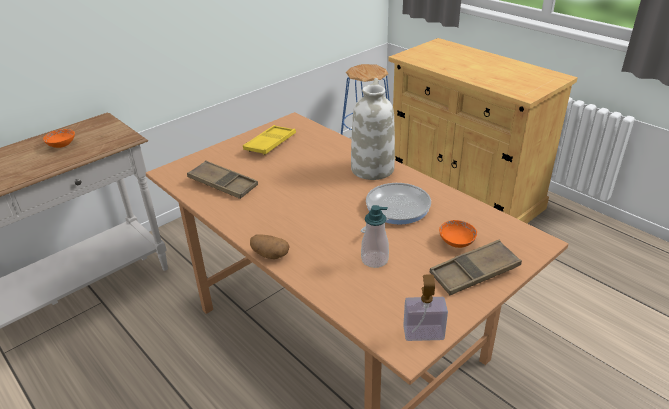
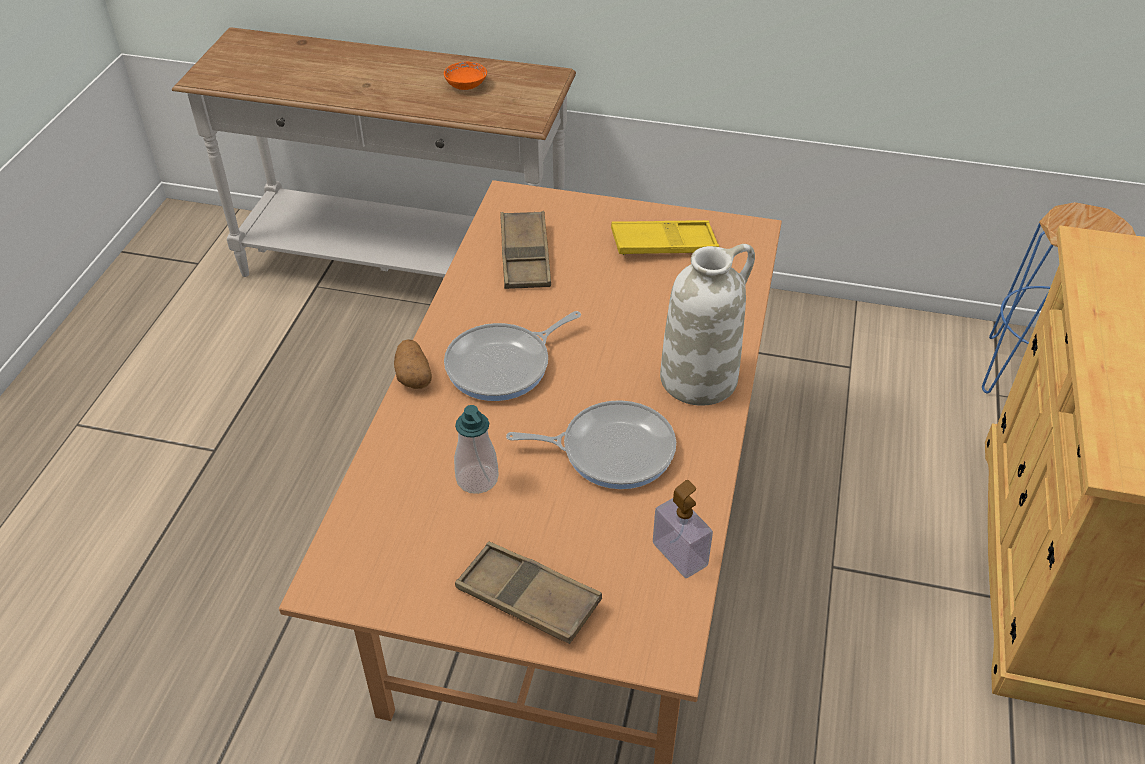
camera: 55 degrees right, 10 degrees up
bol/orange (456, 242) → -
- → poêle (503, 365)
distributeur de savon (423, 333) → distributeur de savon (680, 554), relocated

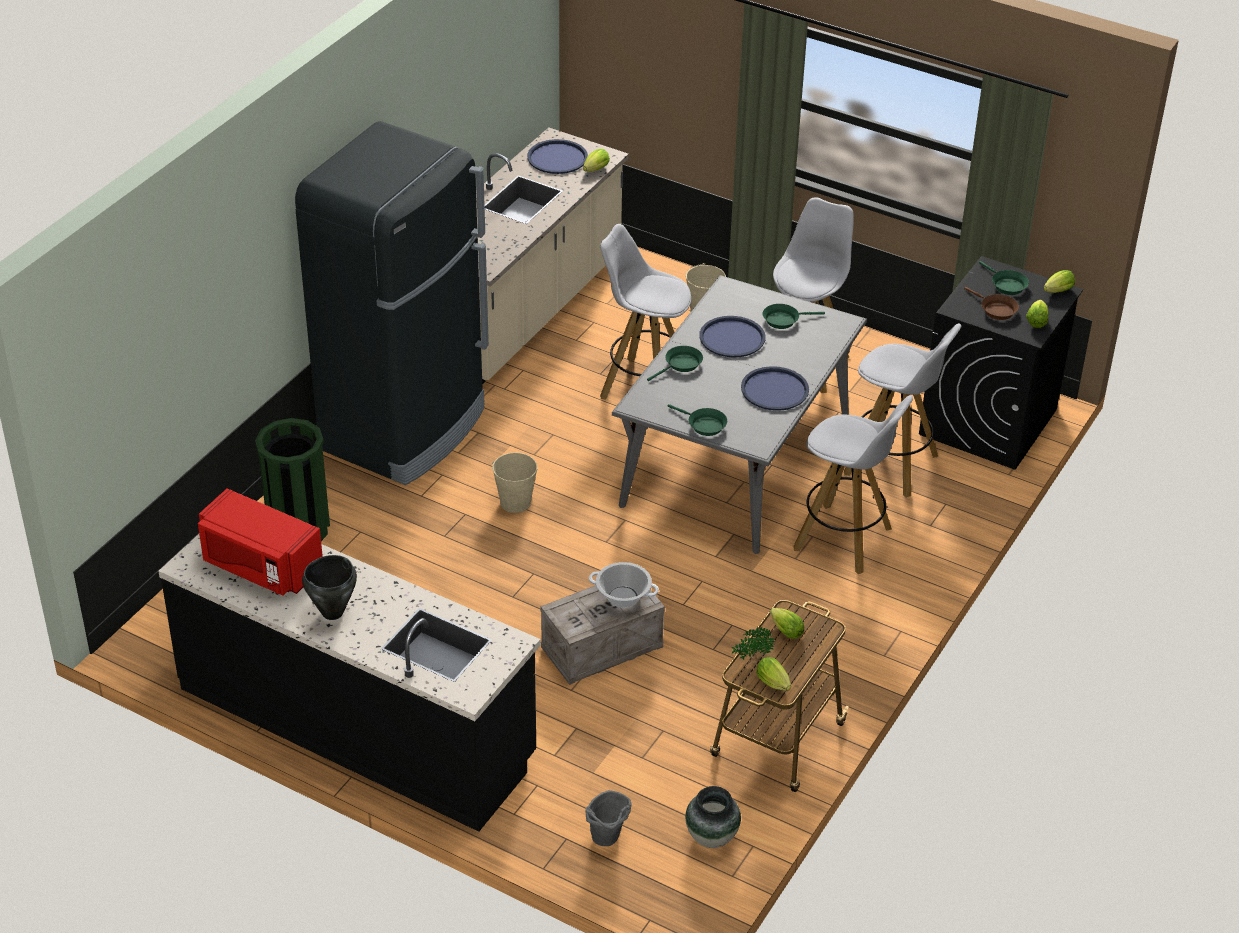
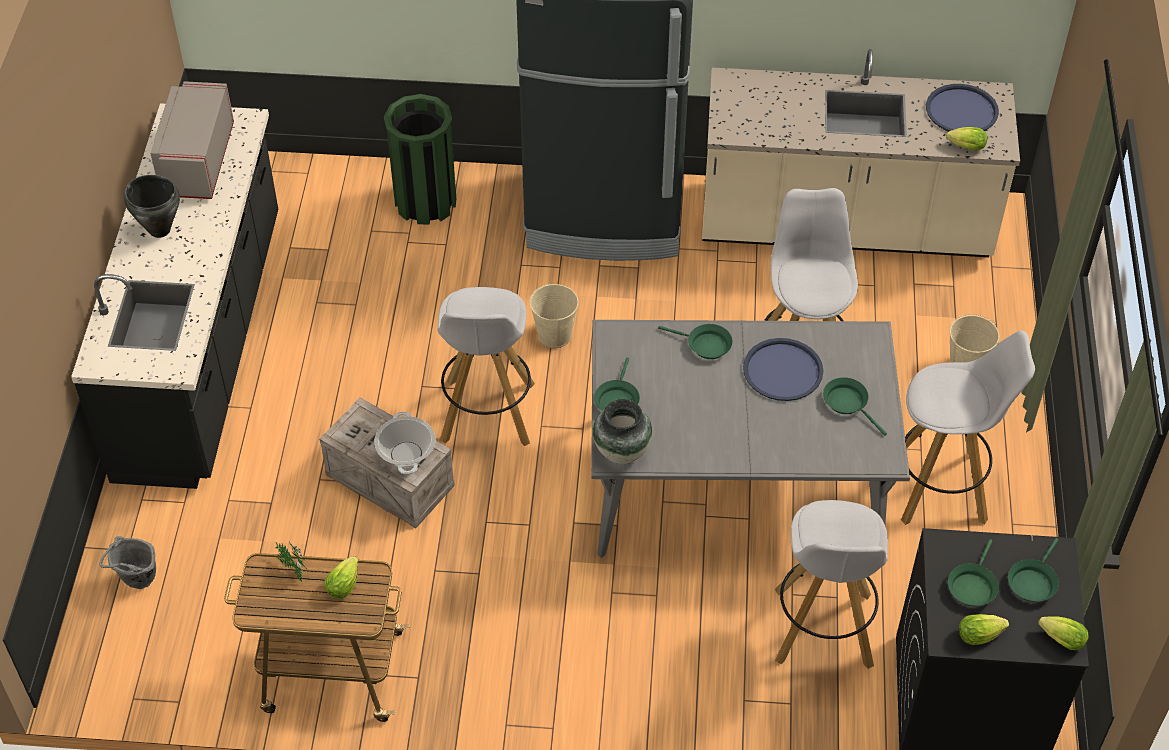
camera: 65 degrees right, 10 degrees up
plateau/bleu (775, 390) → -
laitue (774, 684) → -
vase (712, 837) → vase (622, 452), relocated
tabouret/blanc (844, 539) → tabouret/blanc (487, 414), relocated
micro-ondes/rouge (261, 566) → micro-ondes/gris (197, 161)
poêle/marron (995, 310) → poêle/vert (972, 586)

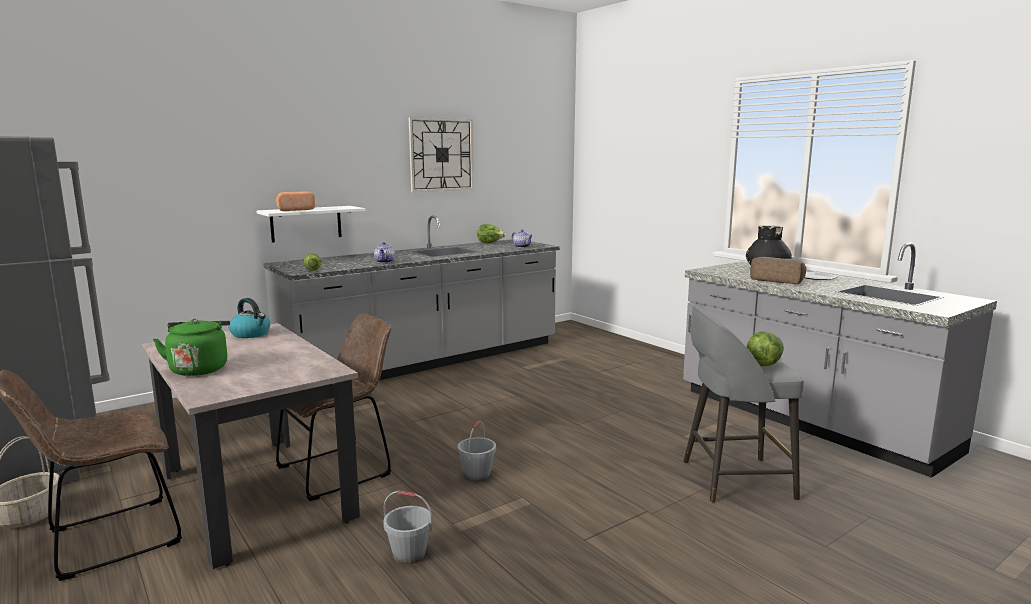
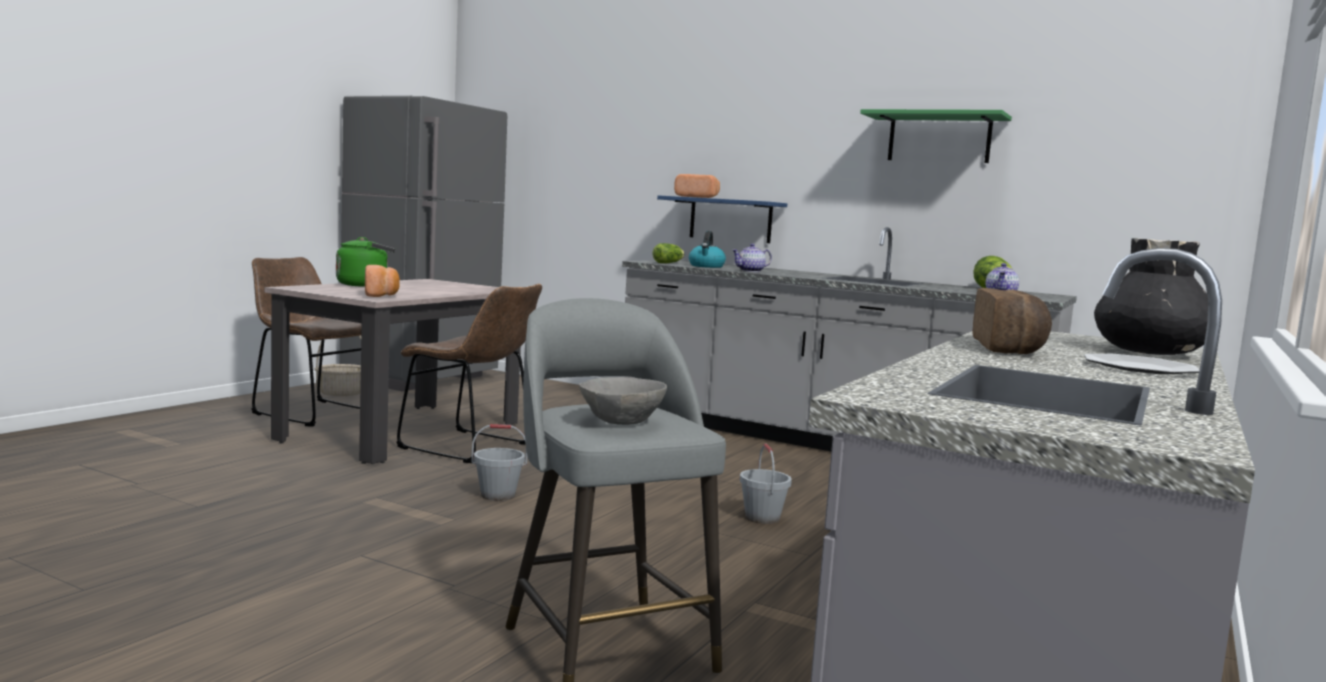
camera: 65 degrees right, 5 degrees down
- → pain (382, 295)
bouilloire (251, 334) → bouilloire (706, 266), relocated
seau/gris (409, 554) → seau/gris (761, 518), relocated
horloge murale (441, 155) → étagère/vert (939, 138)
laitue (764, 363) → bol/gris (620, 421)
étagère/blanc (306, 223) → étagère/bleu (730, 220)

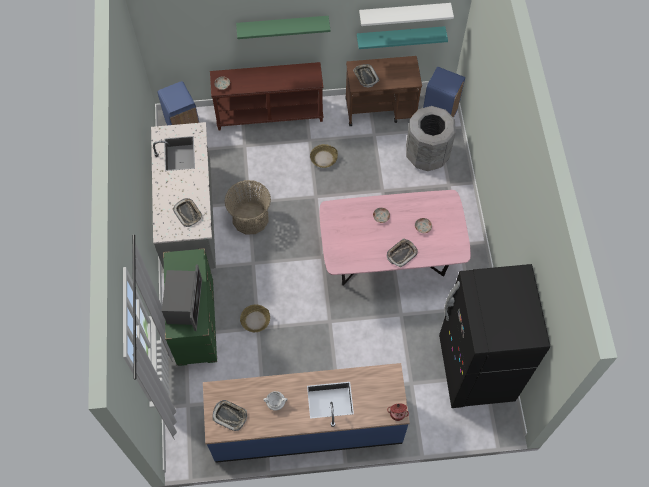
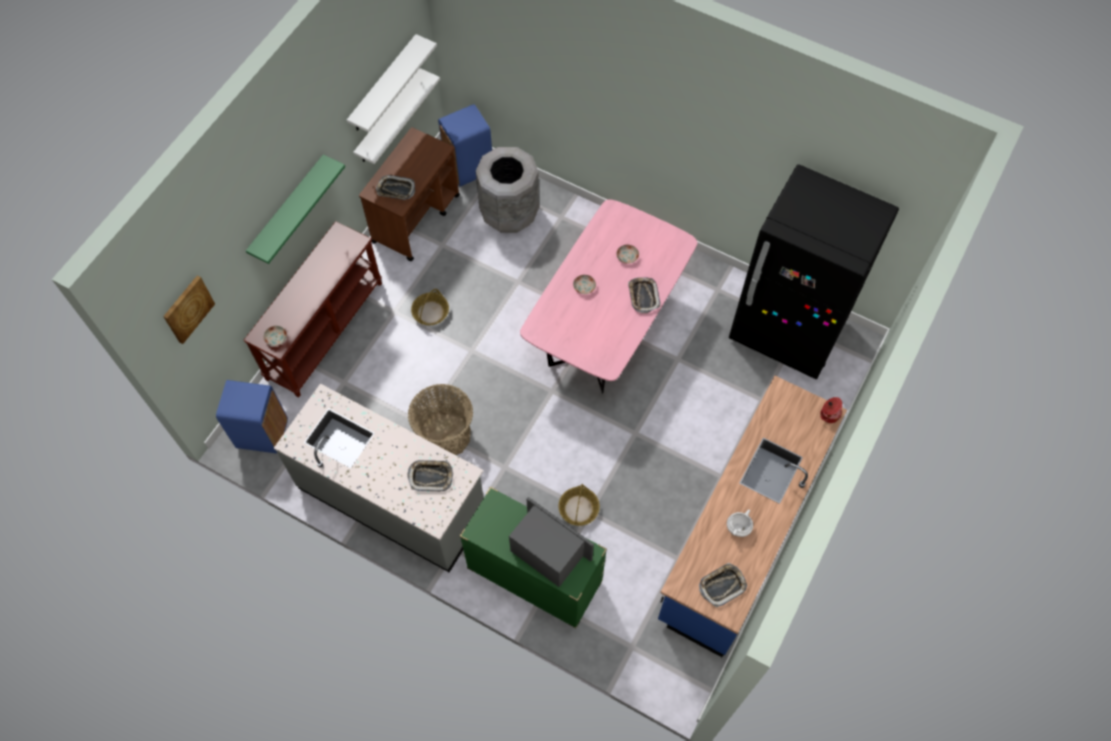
camera: 55 degrees left, 0 degrees up
- → tableau (188, 309)
étagère/turquoise (400, 36) → étagère/blanc (388, 117)

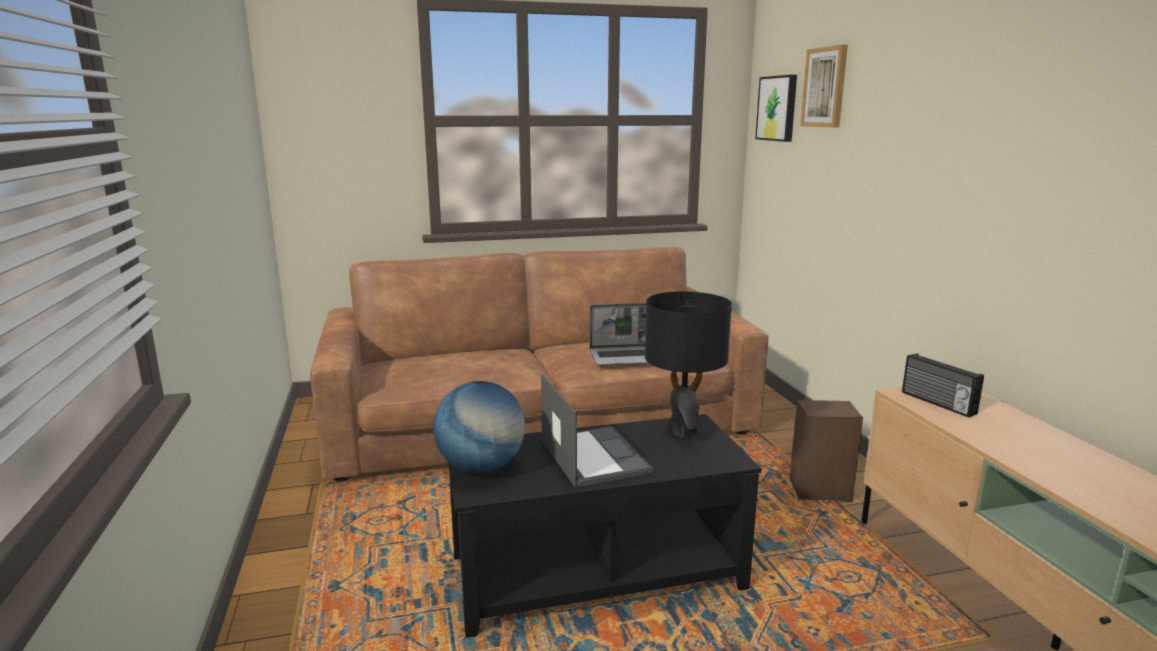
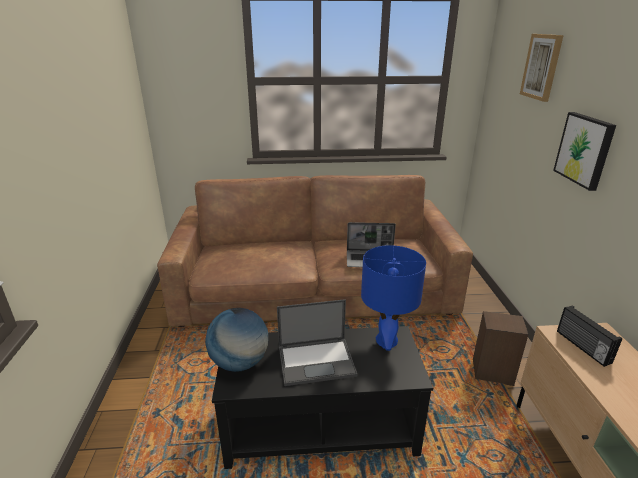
camera: 10 degrees right, 10 degrees up
tableau (778, 108) → tableau (585, 150), relocated
lampe de table/noir (682, 430) → lampe de table/bleu (386, 341)
ordinateur portable (593, 456) → ordinateur portable (317, 360), 90 degrees clockwise

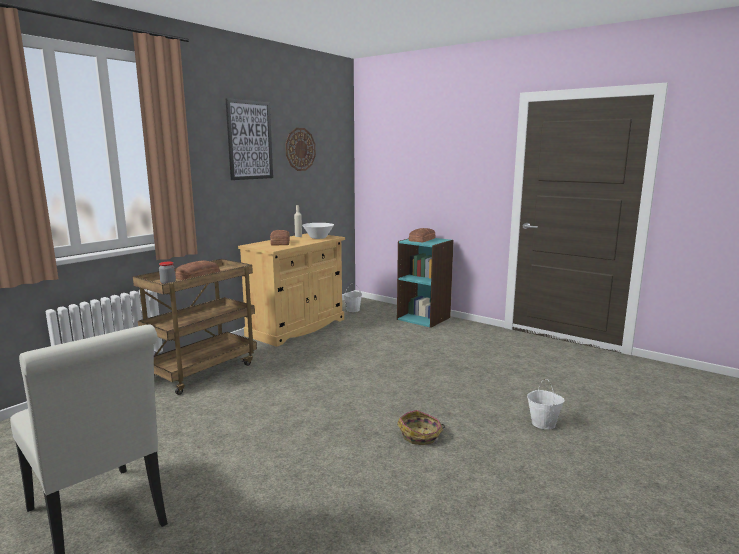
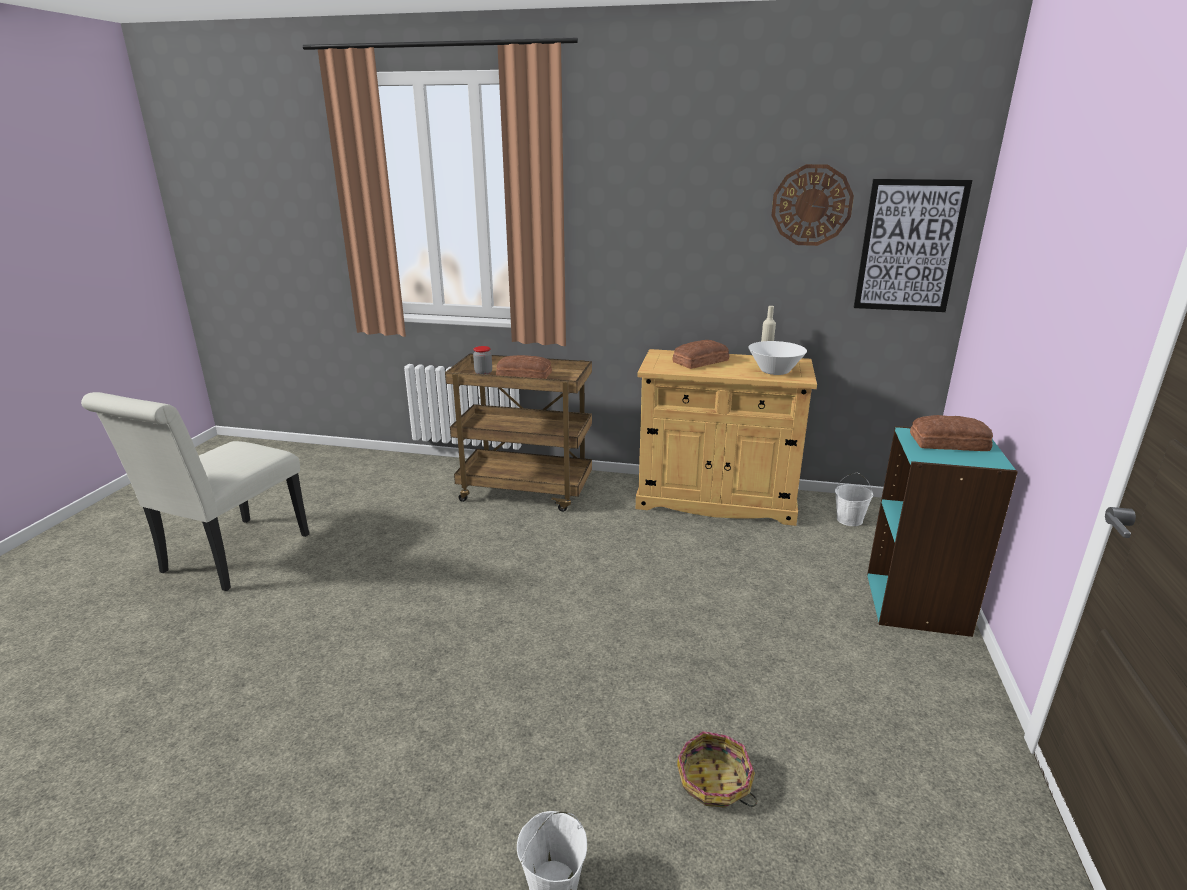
camera: 65 degrees right, 10 degrees up
tableau (250, 140) → tableau (909, 246), relocated
panier (421, 435) → panier (714, 783), relocated

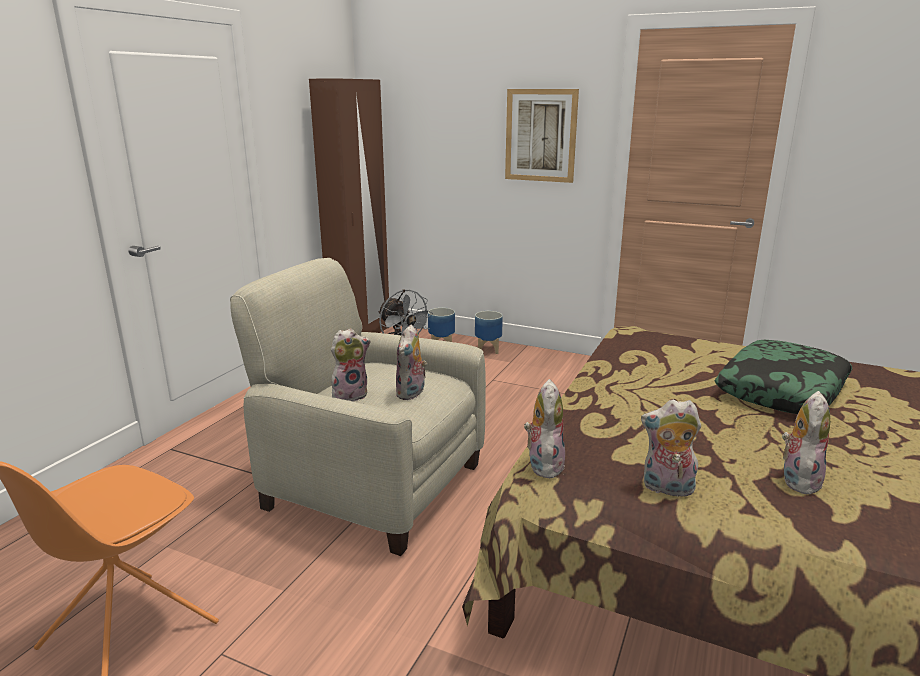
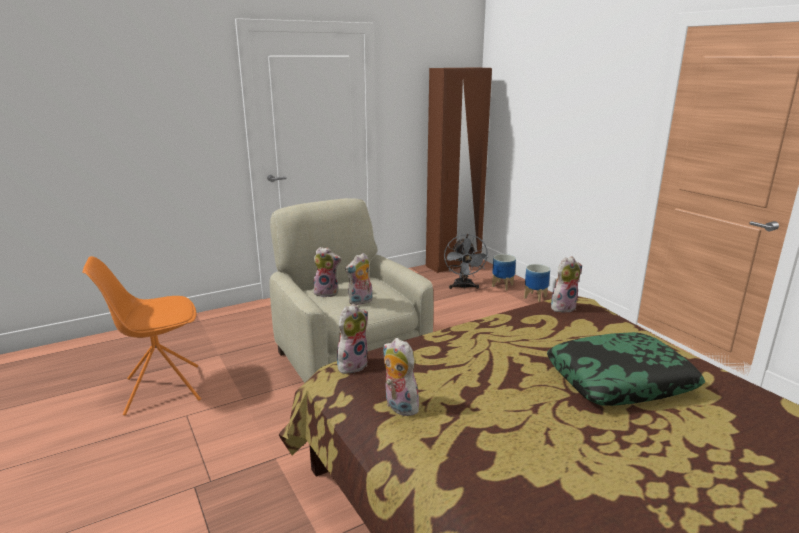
camera: 35 degrees right, 0 degrees up
tableau (540, 135) → -
peluche (798, 479) → peluche (563, 307), relocated

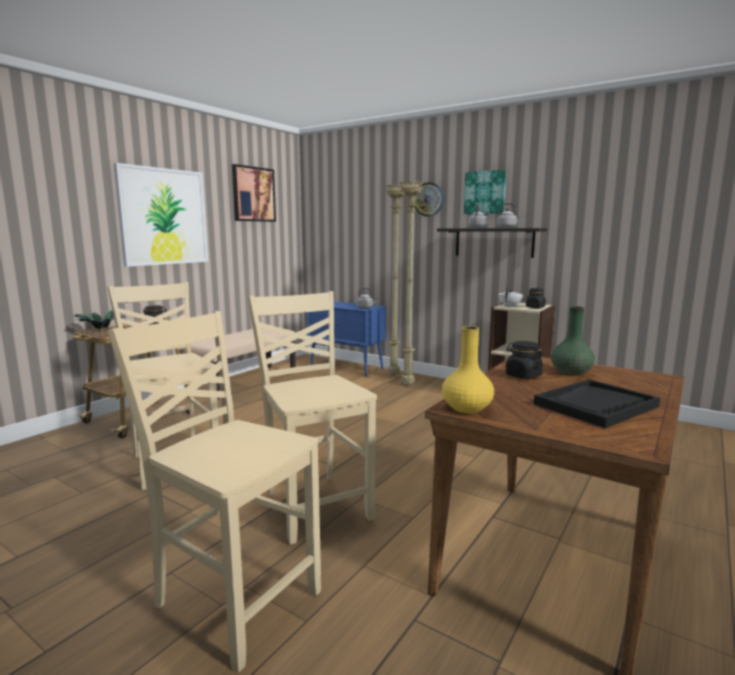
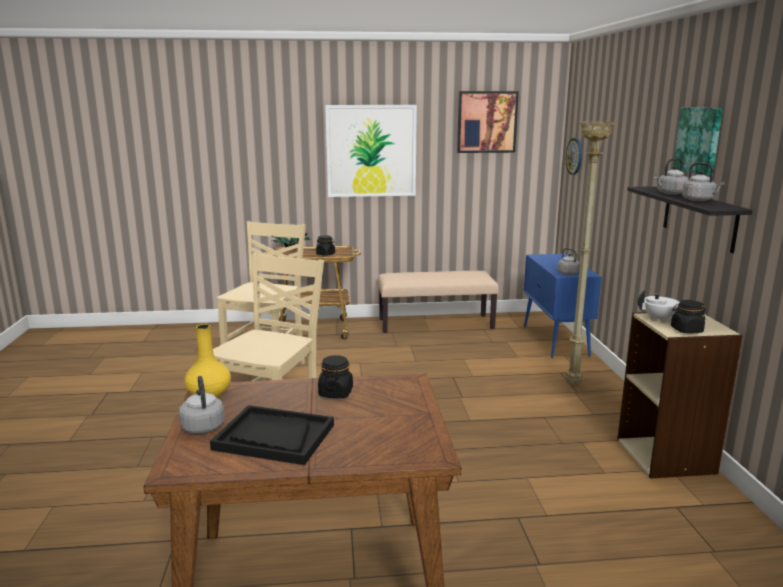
camera: 50 degrees right, 5 degrees up
chaise/beige (235, 599) → -
lampadaire/beige (394, 375) → -
vase/vert (570, 372) → -
- → bouilloire/gris (203, 426)
horloge murale (428, 199) → horloge murale (574, 156), relocated

